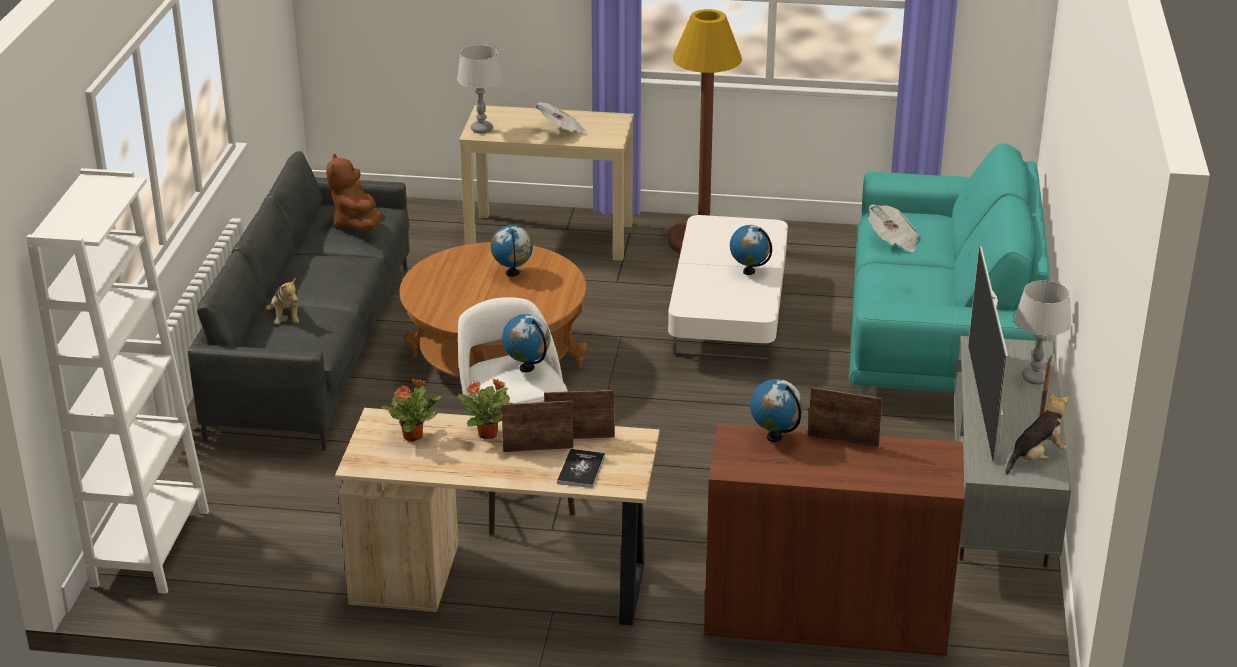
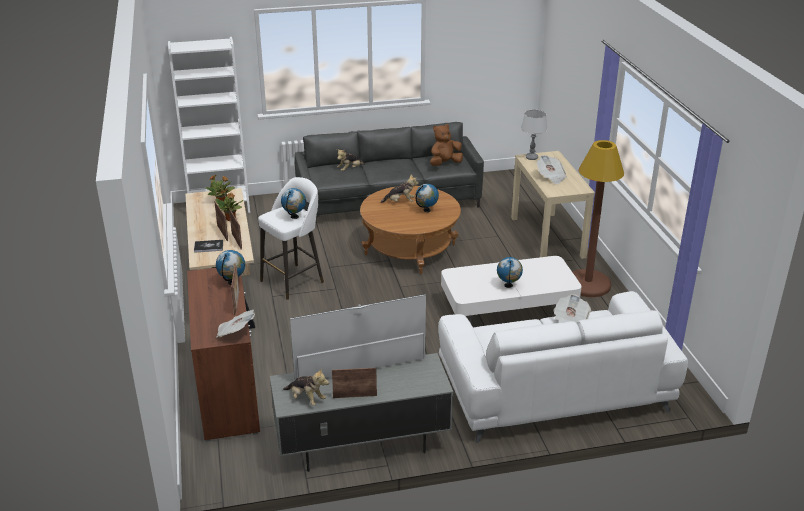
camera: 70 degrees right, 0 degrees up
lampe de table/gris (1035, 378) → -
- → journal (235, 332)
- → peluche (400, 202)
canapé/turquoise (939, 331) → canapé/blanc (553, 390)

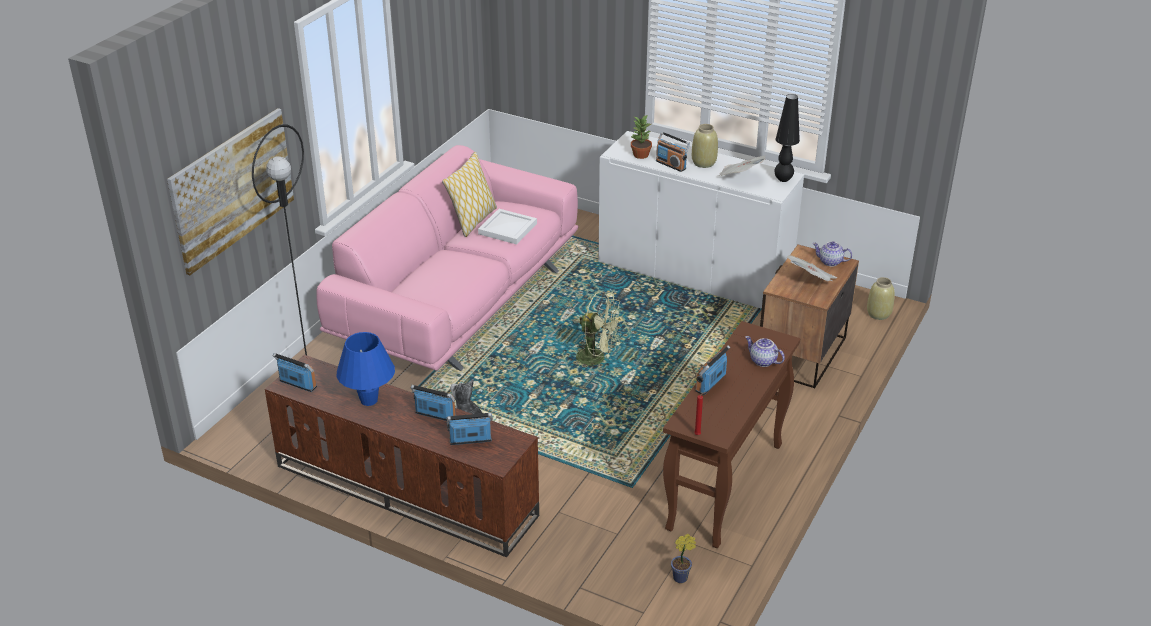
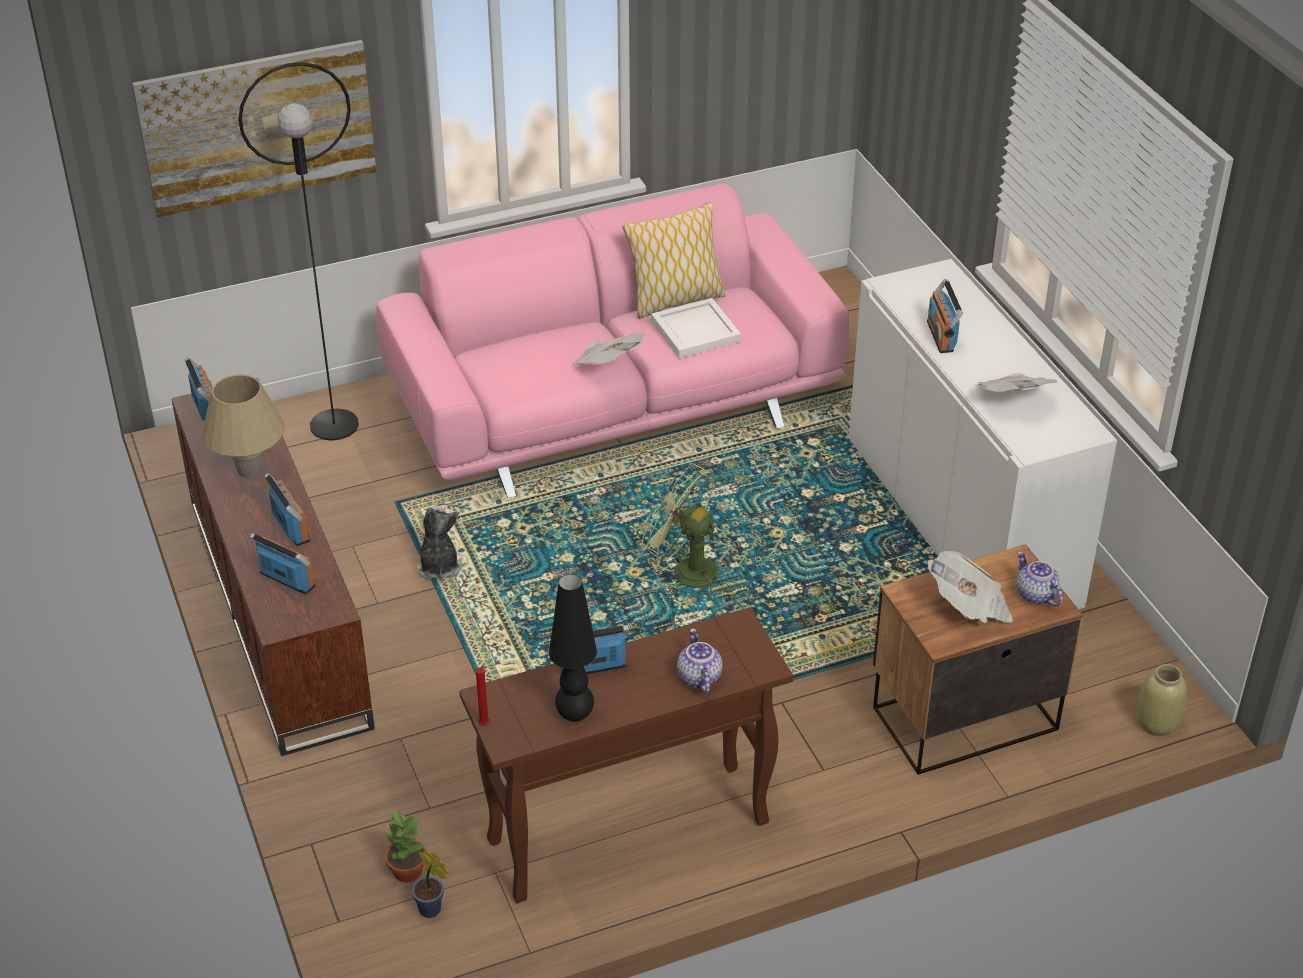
camera: 40 degrees right, 5 degrees up
vase/beige (703, 163) → -
- → journal (609, 365)
plante en pot (640, 155) → plante en pot (406, 870), relocated
lampe de table/noir (783, 180) → lampe de table/noir (574, 715), relocated
lampe de table/bleu (369, 400) → lampe de table/beige (249, 470)
ventilateur/vert (597, 358) → ventilateur/vert (685, 571), 150 degrees clockwise

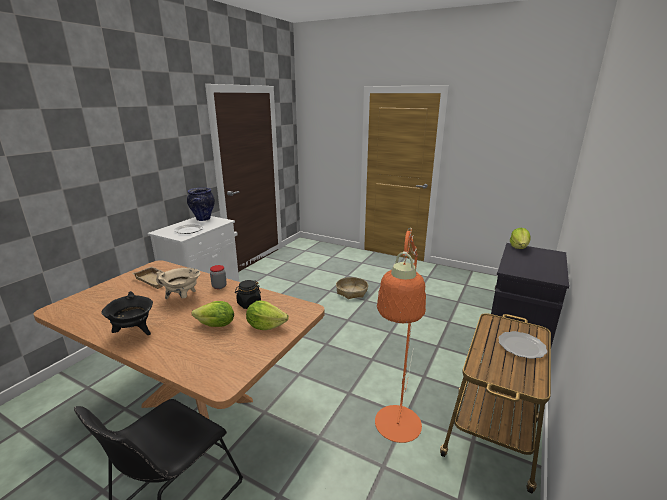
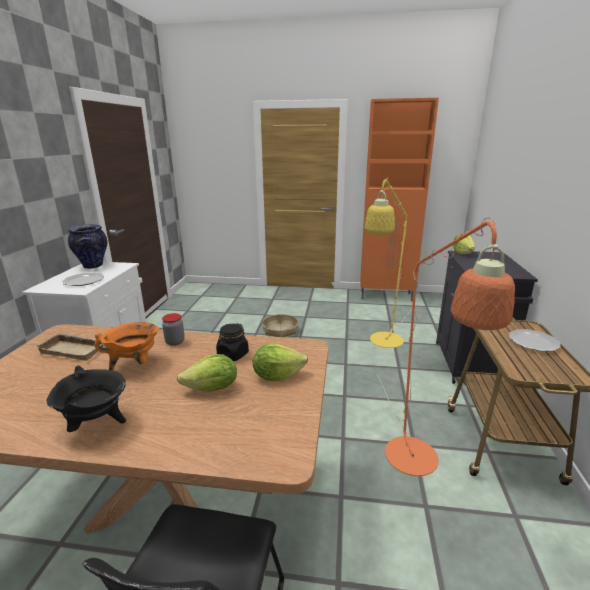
camera: 20 degrees left, 0 degrees up
- → meuble de rangement/orange (387, 296)
- → lampadaire/jaune (383, 343)
marmite/beige (182, 298) → marmite/orange (134, 364)

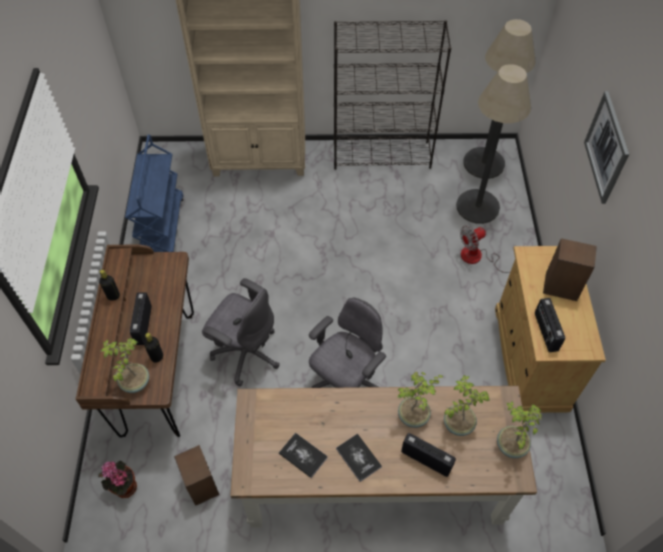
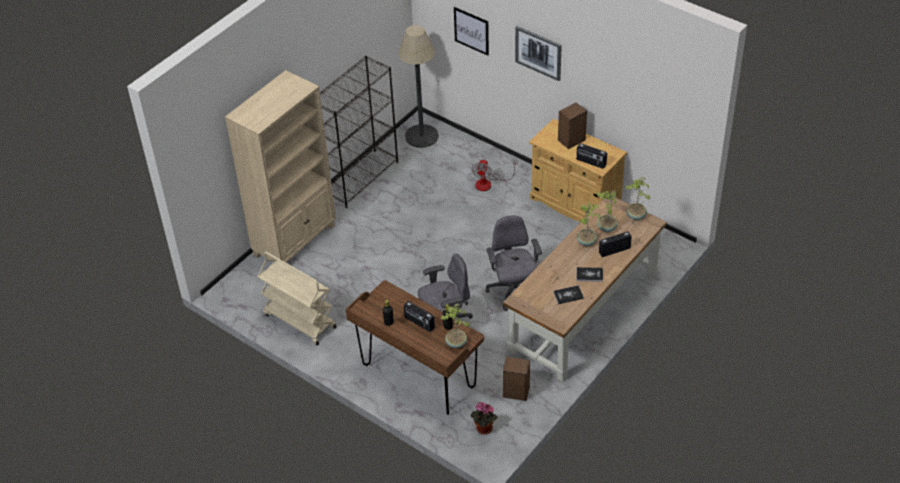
camera: 50 degrees left, 10 degrees down
lampadaire (477, 206) → -
- → tableau (471, 31)
chariot/bleu (162, 227) → chariot/beige (299, 321)

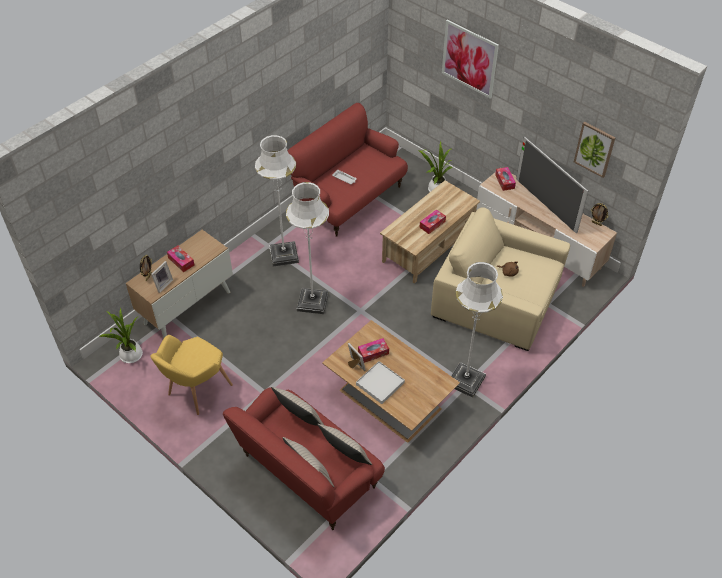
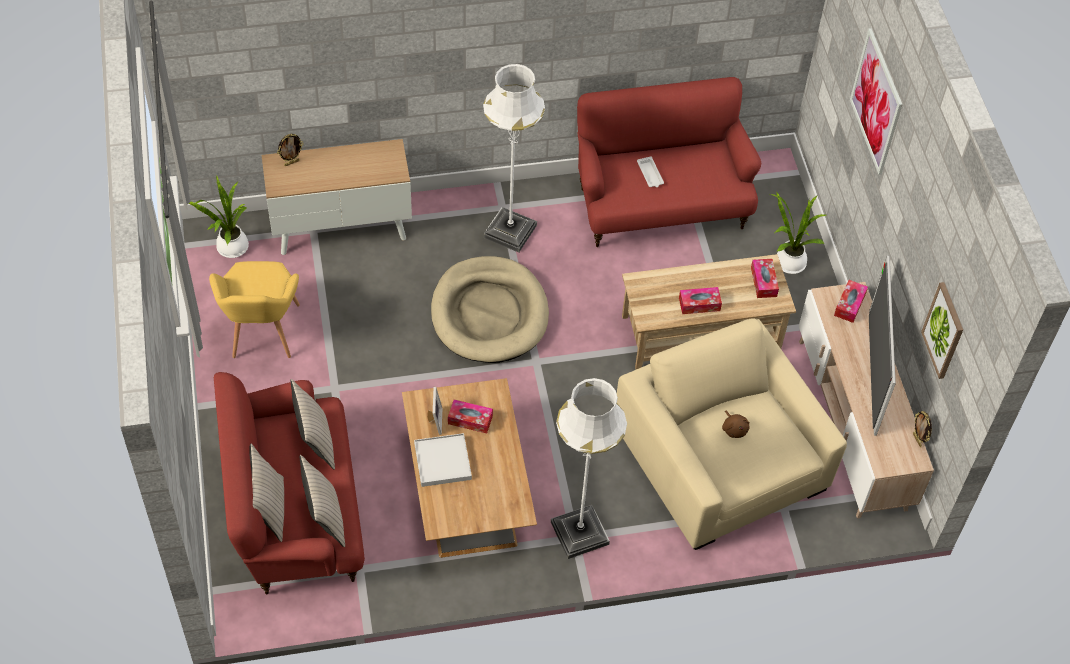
camera: 35 degrees right, 5 degrees up
cadre photo (162, 284) → -
boîte à mouchoirs (181, 261) → boîte à mouchoirs (763, 282), relocated
lampadaire/blanc (312, 302) → panier pour chien/beige (489, 313)
fauteuil/jaune (195, 392) → fauteuil/jaune (262, 336), 75 degrees counterclockwise

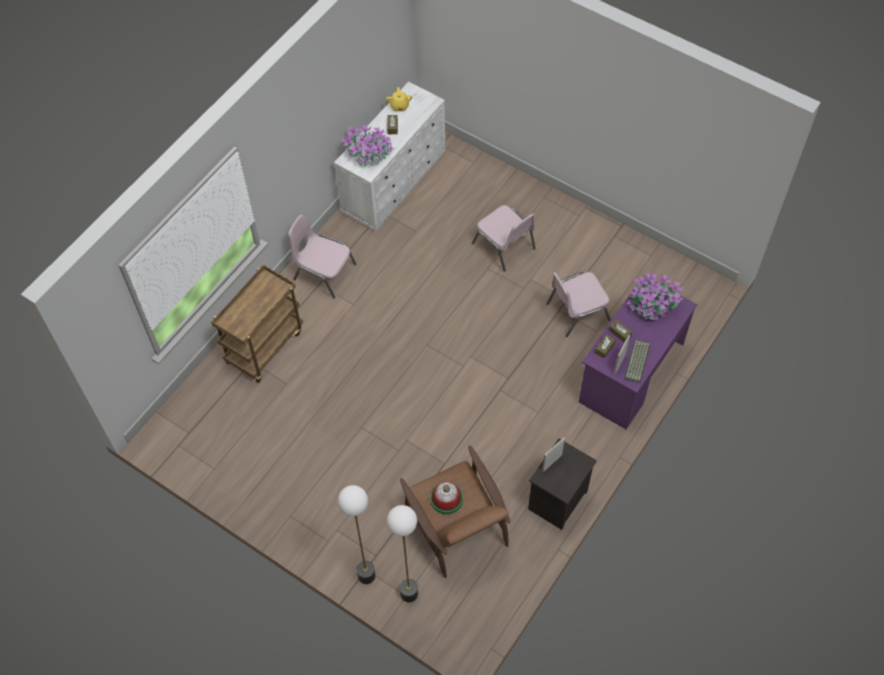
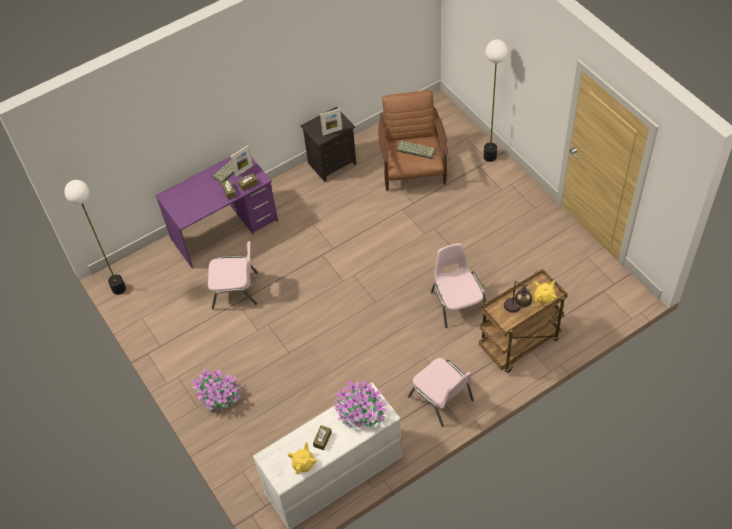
camera: 155 degrees left, 5 degrees down
- → lampe de table (517, 310)
- → théière/jaune (544, 297)
lampadaire (409, 594) → lampadaire (118, 288), relocated
chaise/rose (504, 246) → chaise/rose (457, 302), relocated
plante en pot (652, 305) → plante en pot (219, 397), relocated
chapeau (446, 499) → clavier (416, 150)

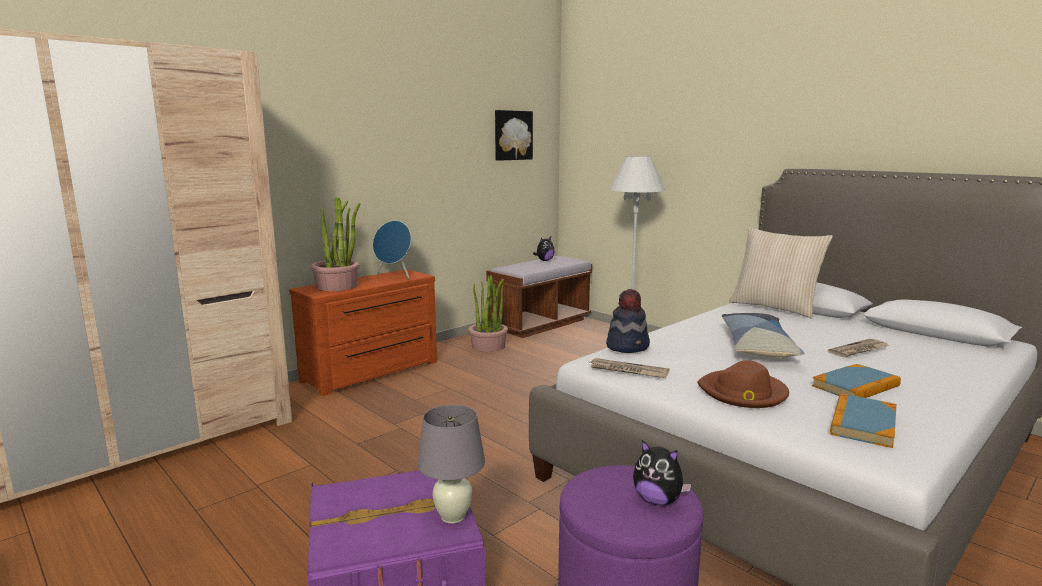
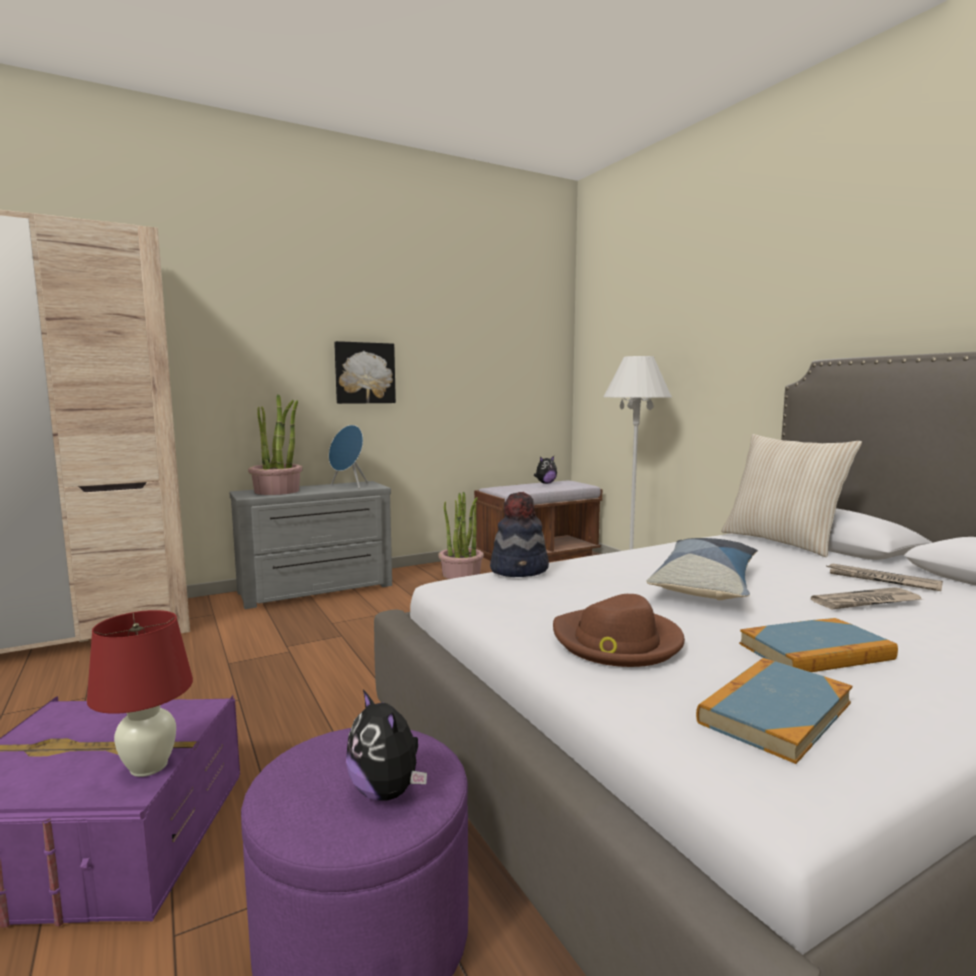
camera: 15 degrees right, 5 degrees down
tableau (512, 135) → tableau (364, 373), relocated
journal (627, 371) → journal (881, 580), relocated
commode/marron (372, 372) → commode/gris (317, 590)
lampe de table/gris (453, 516) → lampe de table/rouge (149, 767)

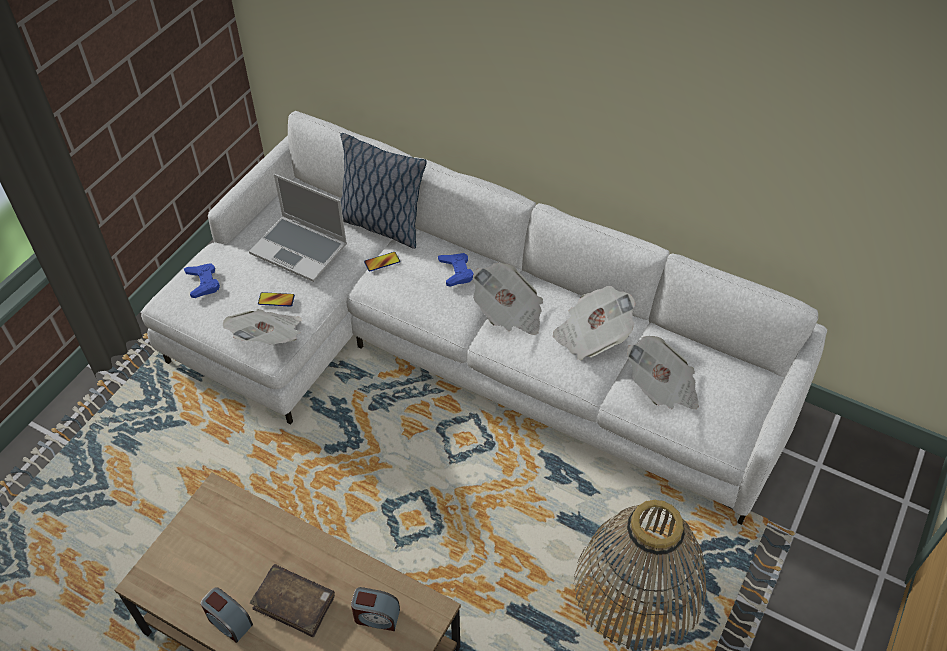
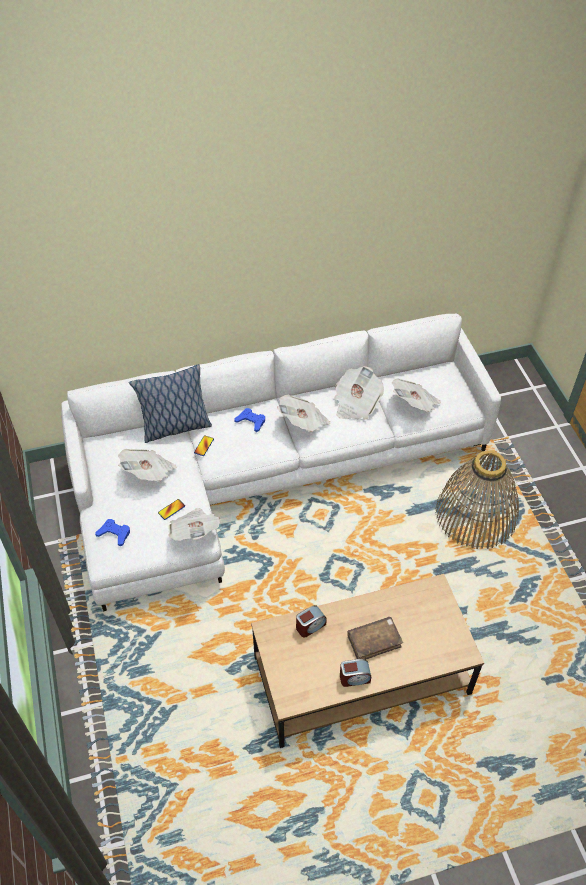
camera: 45 degrees left, 0 degrees up
réveil (376, 616) → réveil (310, 626), relocated
ordinateur portable (300, 249) → journal (149, 473)

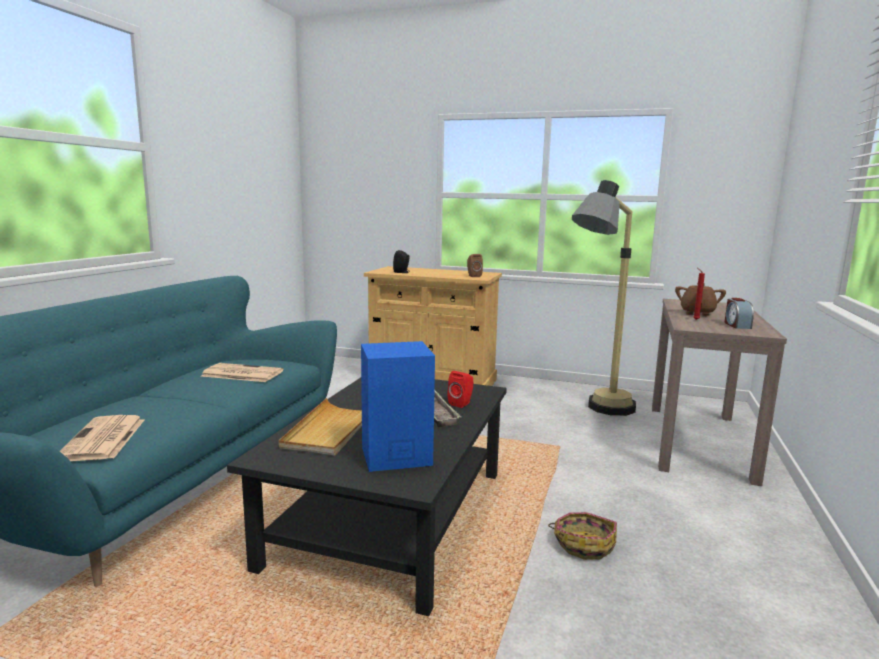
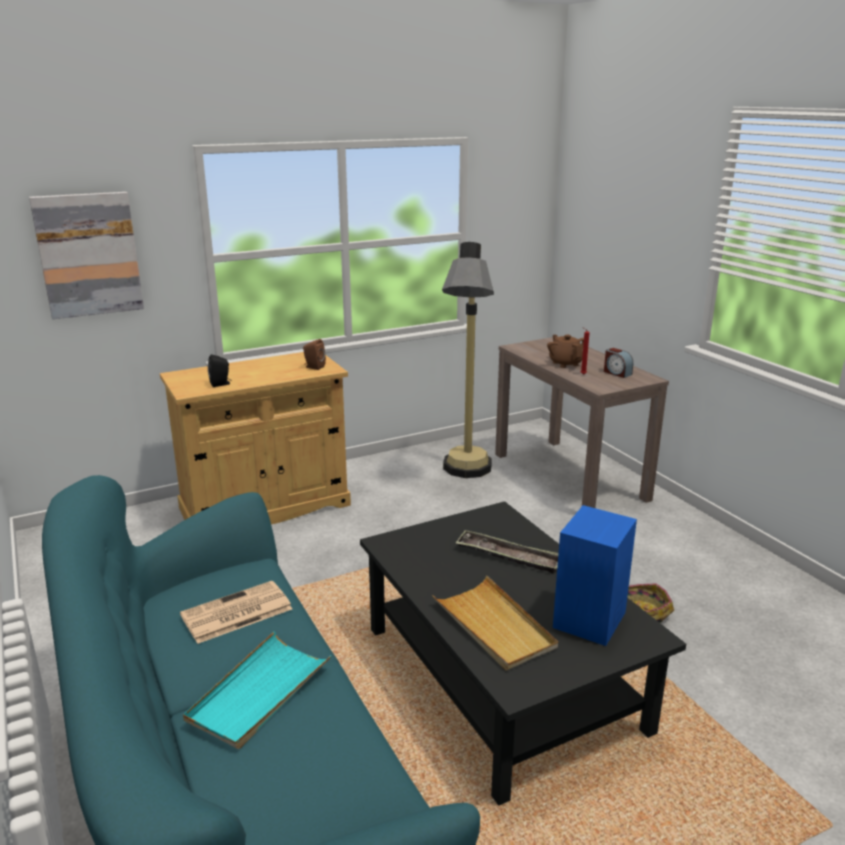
camera: 45 degrees left, 10 degrees up
journal (103, 439) → -
enceinte/rouge (461, 403) → -
- → tableau (88, 255)
- → plateau/turquoise (259, 693)

